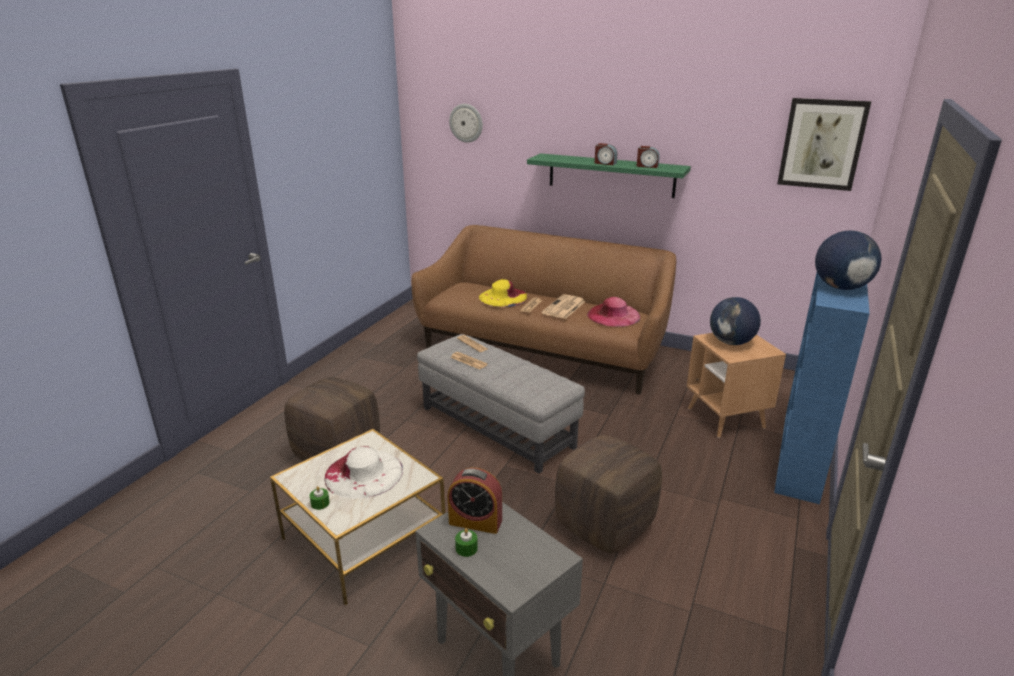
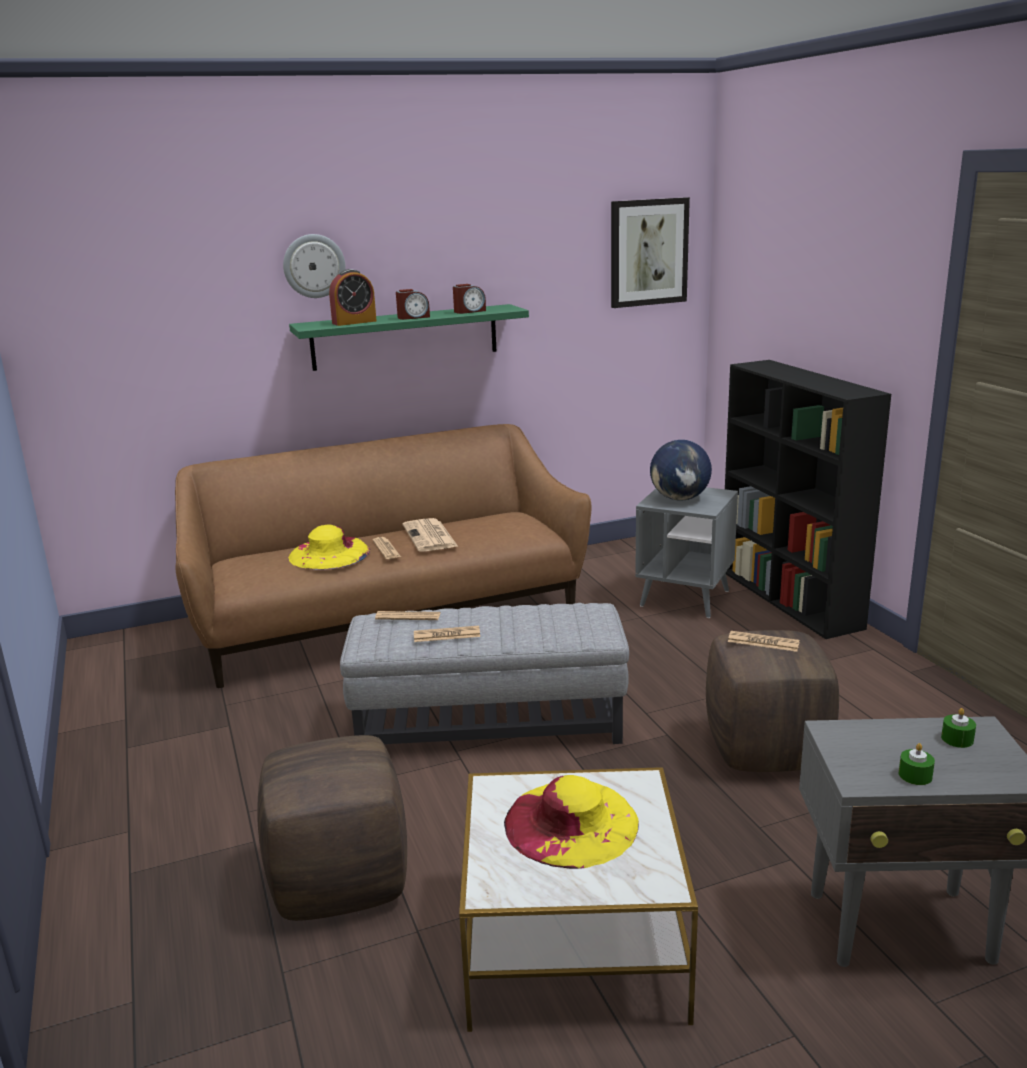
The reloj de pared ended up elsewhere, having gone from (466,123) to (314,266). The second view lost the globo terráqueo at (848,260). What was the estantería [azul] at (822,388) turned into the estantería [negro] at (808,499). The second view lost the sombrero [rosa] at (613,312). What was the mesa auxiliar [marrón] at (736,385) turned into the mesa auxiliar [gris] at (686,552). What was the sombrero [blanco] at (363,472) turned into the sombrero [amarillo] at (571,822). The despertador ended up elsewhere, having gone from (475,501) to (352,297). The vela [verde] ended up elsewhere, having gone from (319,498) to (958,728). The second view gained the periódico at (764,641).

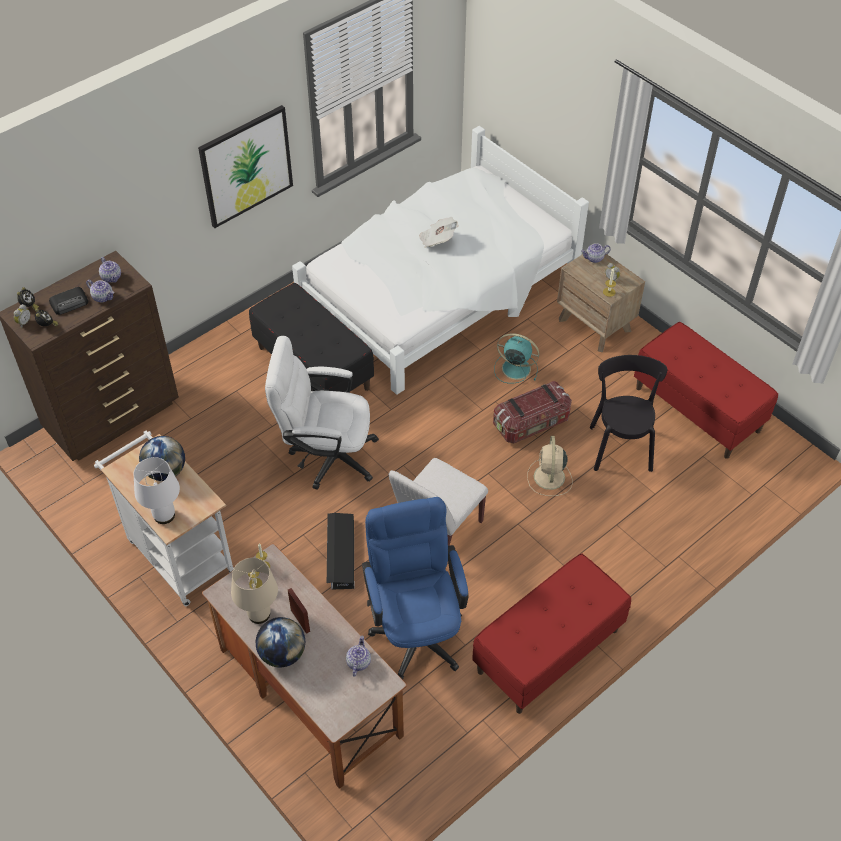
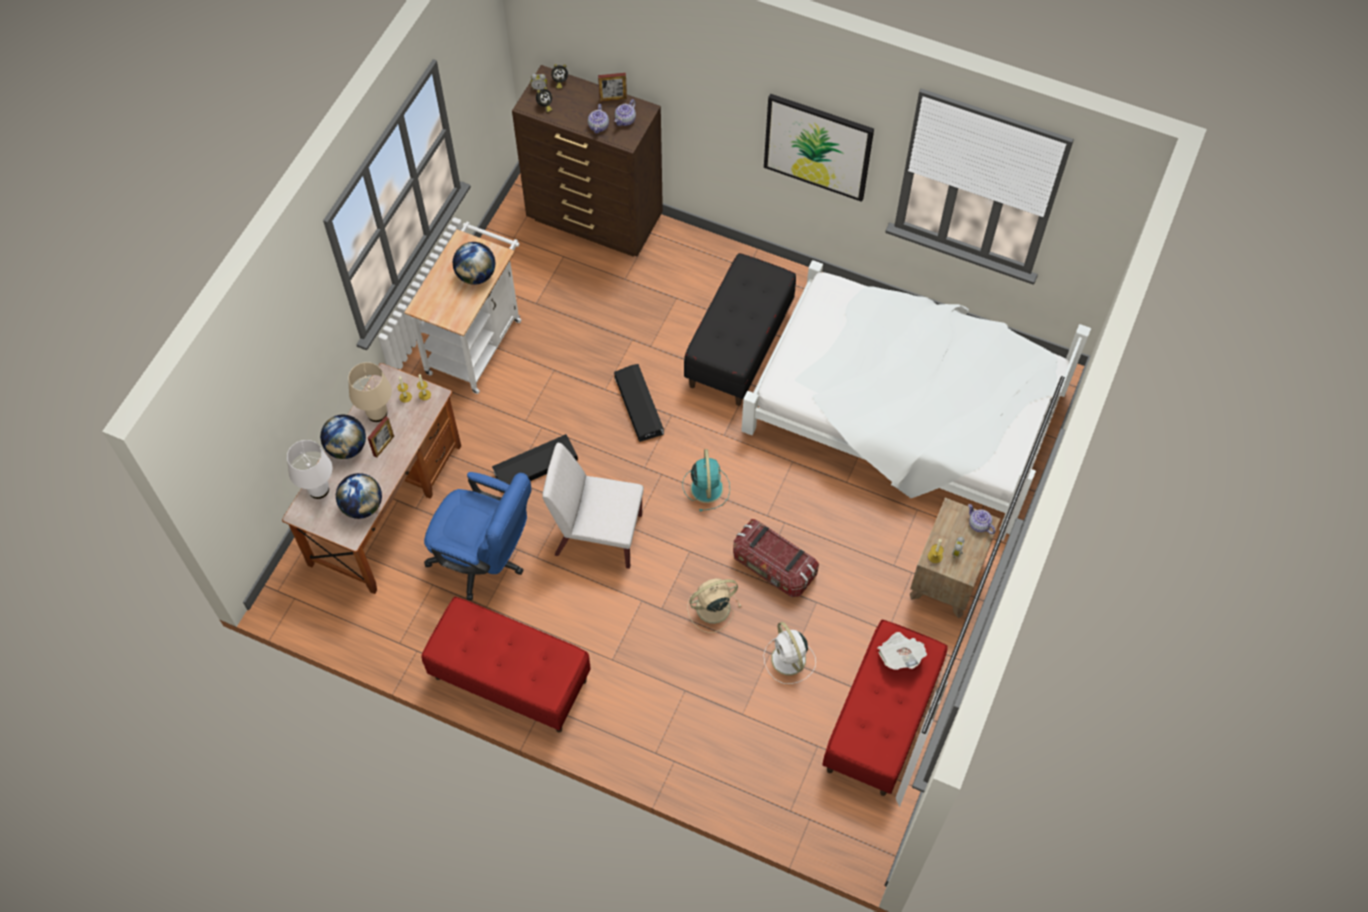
The periódico ended up elsewhere, having gone from (438,232) to (902,651). The second view lost the radio at (68,301). The ventilador [turquesa] ended up elsewhere, having gone from (516,358) to (706,480). Where the silla de oficina [blanco] stood at (322,413), the caja de almacenaje [negro] came to stand at (639,403). Where the silla [negro] stood at (628,413), the ventilador [blanco] came to stand at (789,653). The lámpara de mesa [blanco] ended up elsewhere, having gone from (157,490) to (309,469). The silla de oficina [azul] at (415,588) ended up facing another way, 60 degrees clockwise from before. Where the tetera stood at (358,656), the globo terráqueo came to stand at (359,496). The second view gained the portarretratos at (612,87).

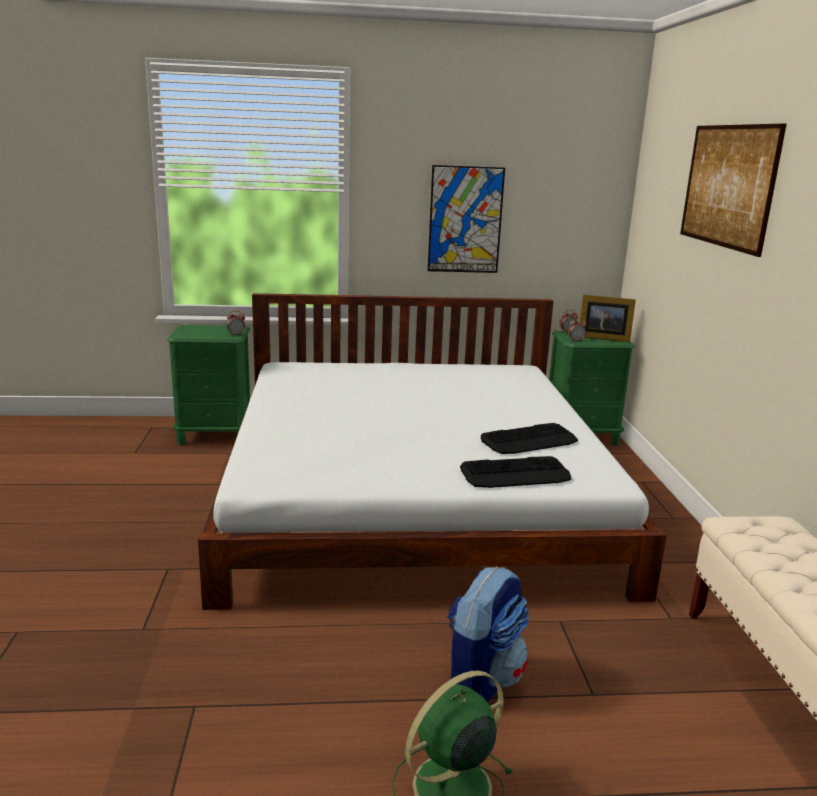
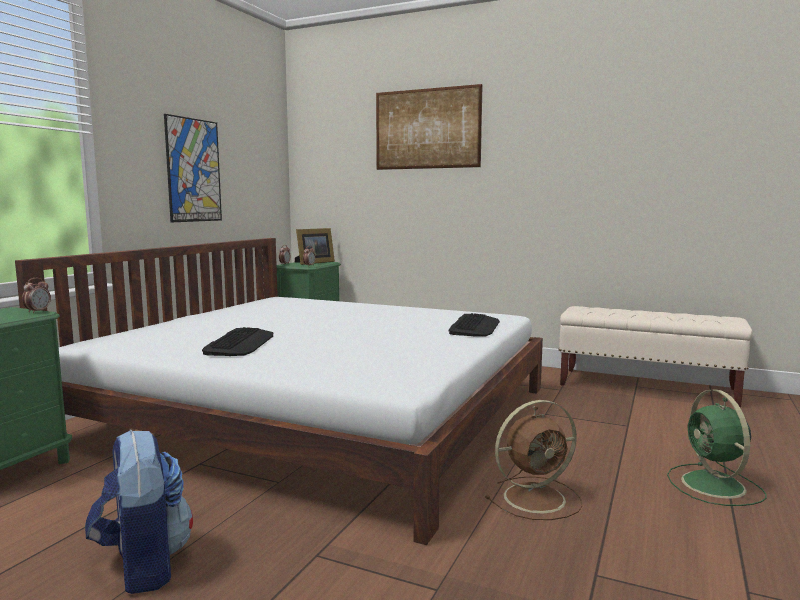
The teclado ended up elsewhere, having gone from (529,438) to (237,341). The mochila ended up elsewhere, having gone from (488,634) to (139,512). The second view gained the ventilador [marrón] at (534,460).

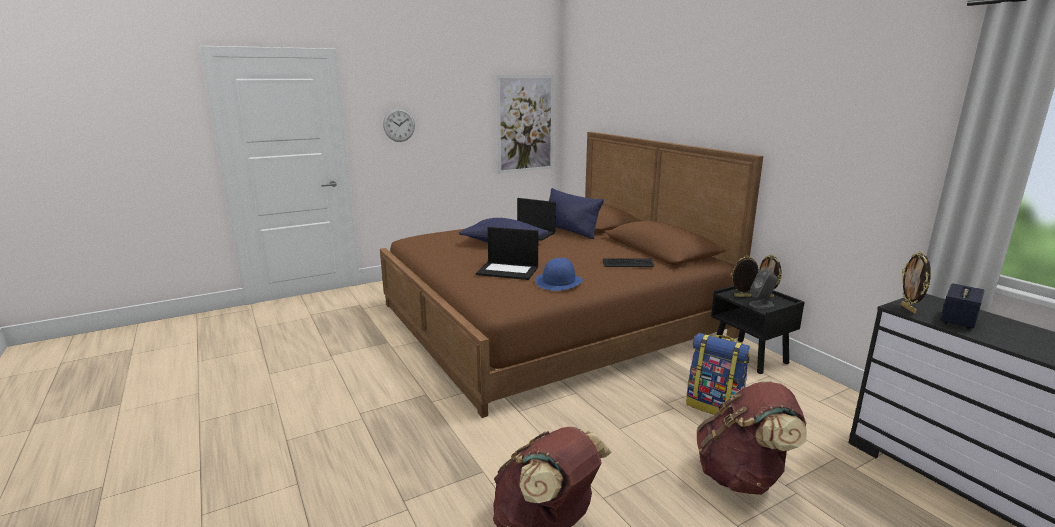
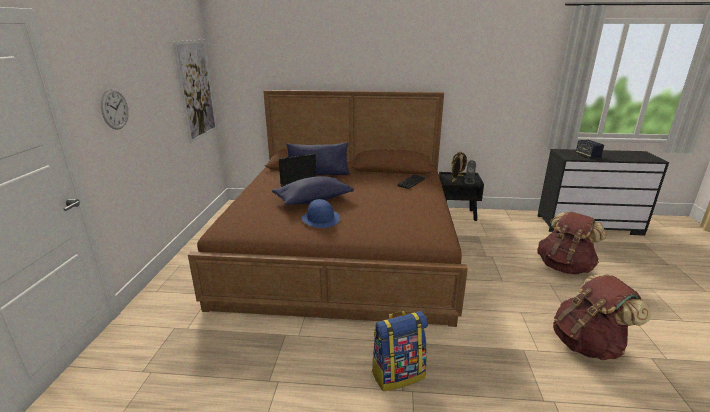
The second view lost the portátil at (507,253). The second view lost the portarretratos at (916,282). The sombrero [azul] ended up elsewhere, having gone from (559,274) to (320,213). The mochila ended up elsewhere, having gone from (718,374) to (400,351).

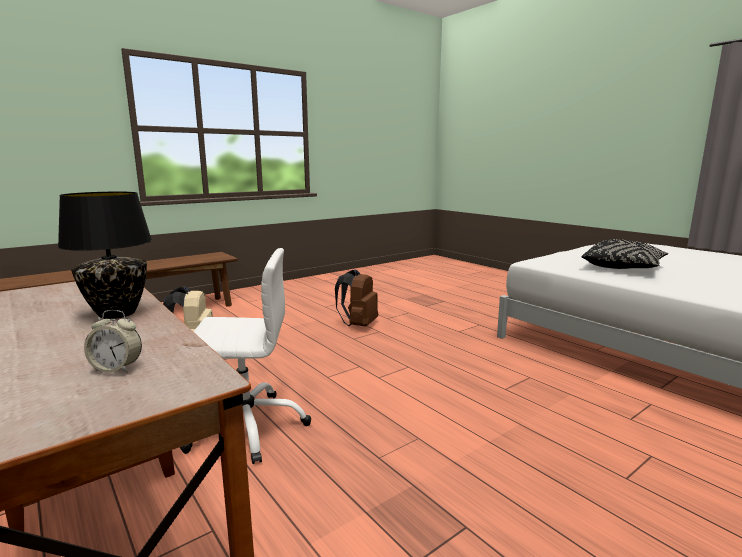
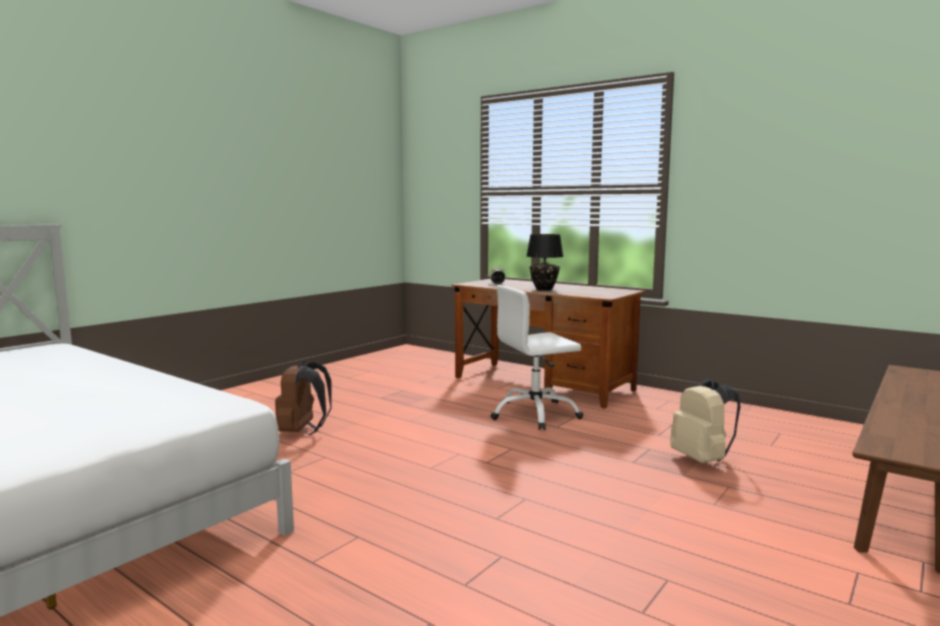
The second view lost the cojín [negro] at (625,254). The mochila [marrón] ended up elsewhere, having gone from (356,298) to (303,398).

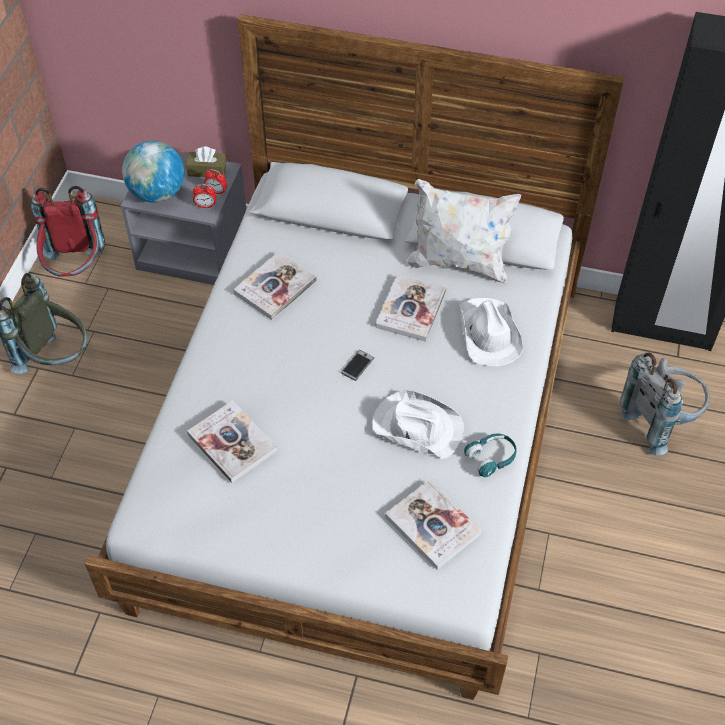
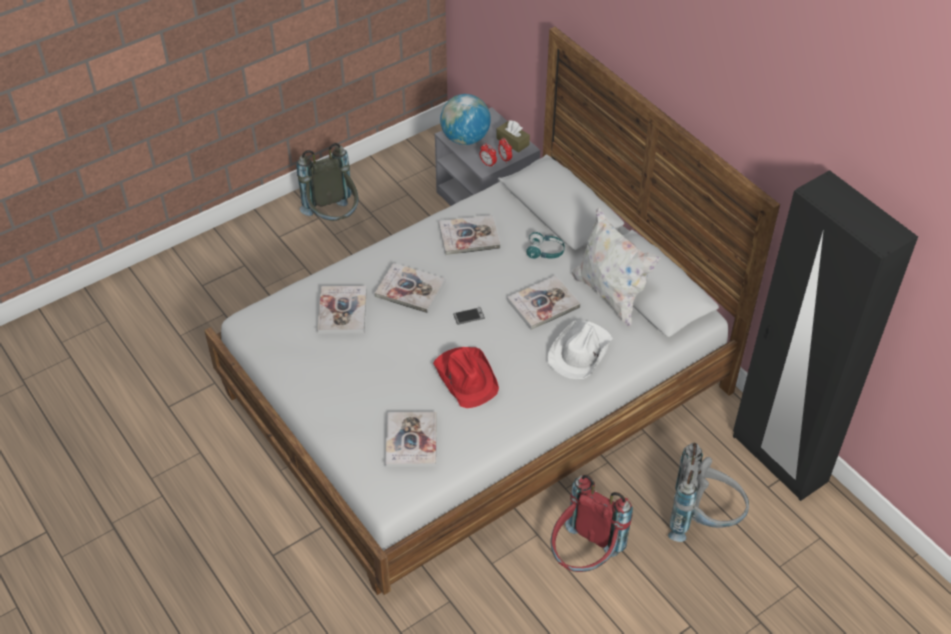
The mochila [rojo] ended up elsewhere, having gone from (67,231) to (591,523). What was the sombrero [blanco] at (418,424) turned into the sombrero [rojo] at (466,377). The auriculares [turquesa] ended up elsewhere, having gone from (490,455) to (545,245). The second view gained the libro at (410,288).

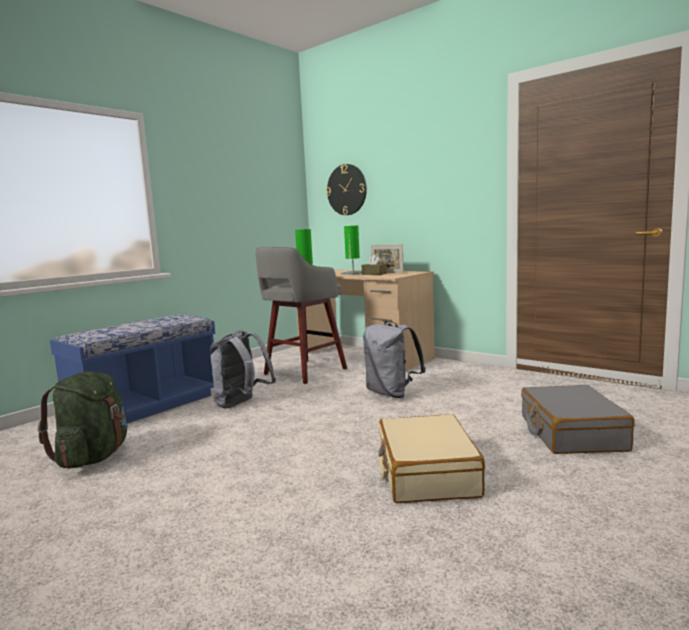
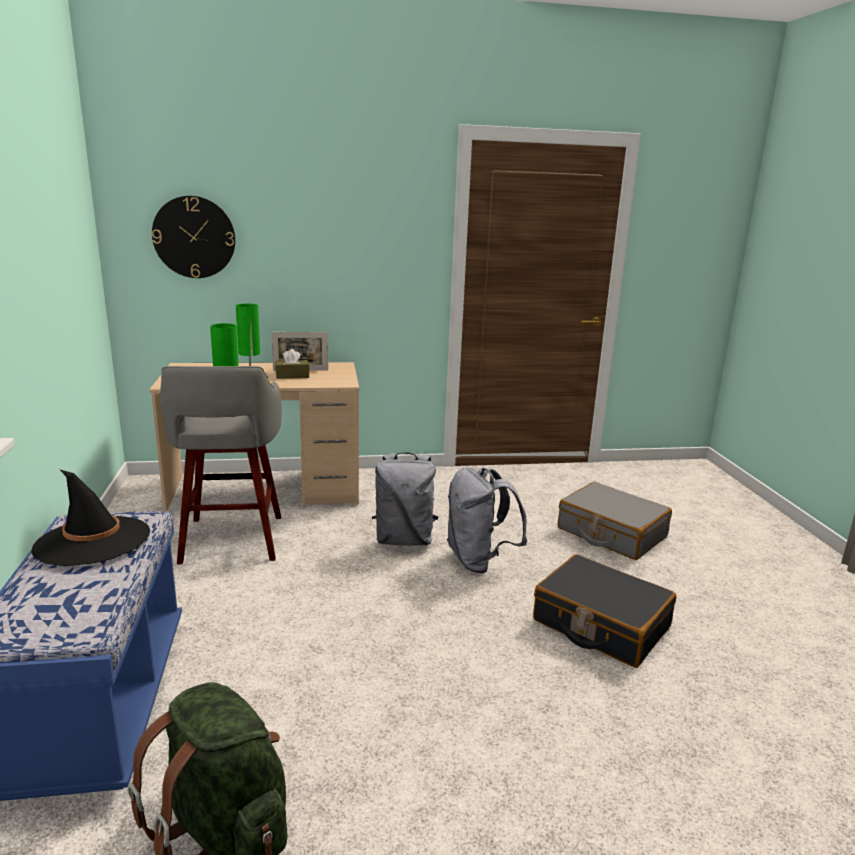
The mochila [gris] ended up elsewhere, having gone from (243,369) to (487,520). What was the maleta [beis] at (431,458) turned into the maleta [negro] at (604,611). The second view gained the sombrero [negro] at (90,517).

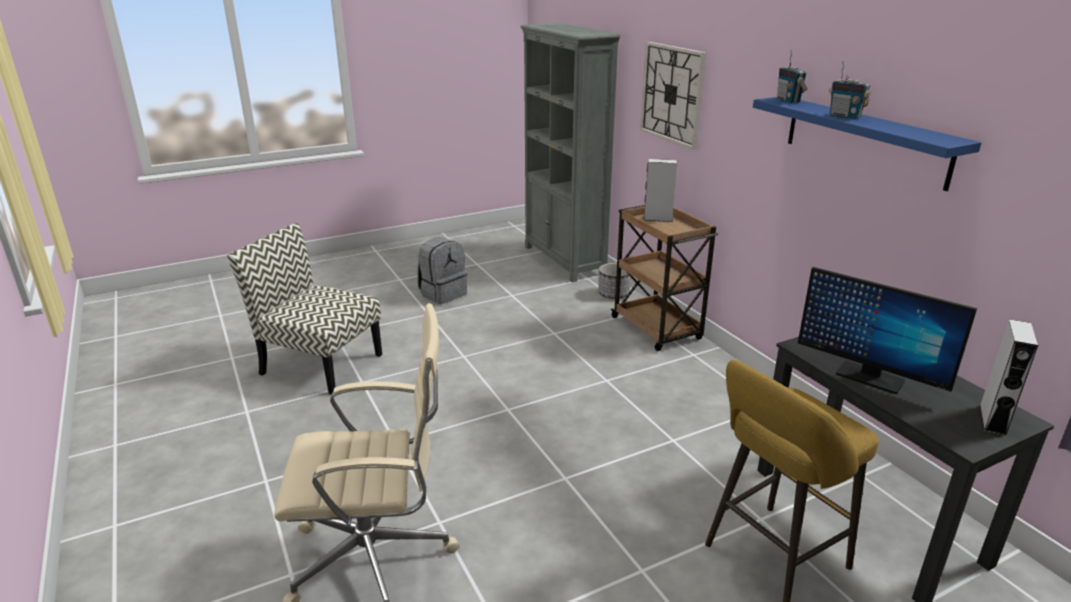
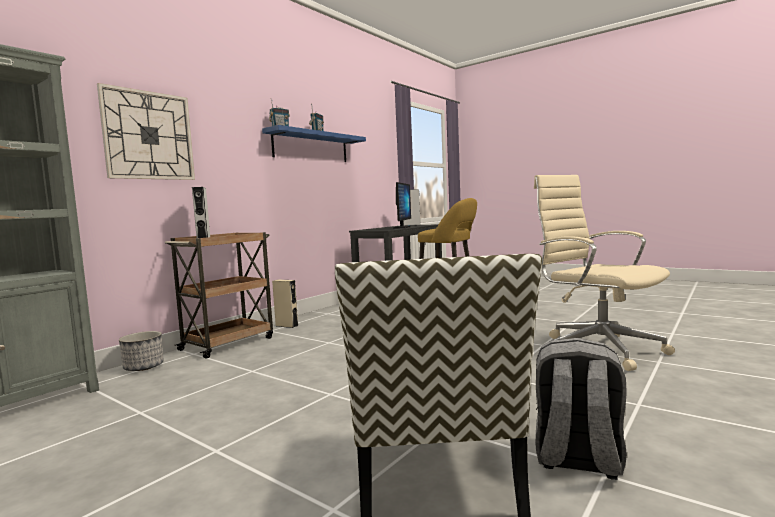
The mochila [gris] ended up elsewhere, having gone from (442,270) to (581,409). The second view gained the altavoz [beis] at (285,303).

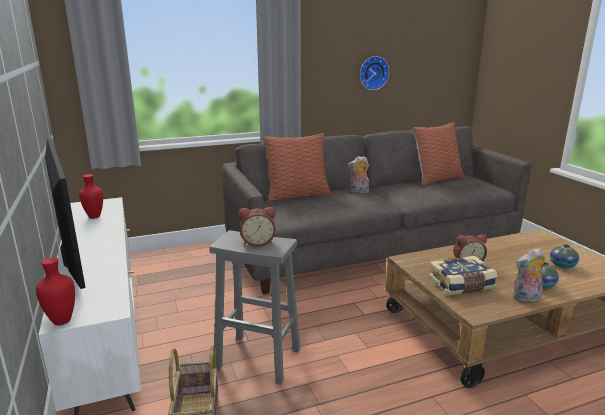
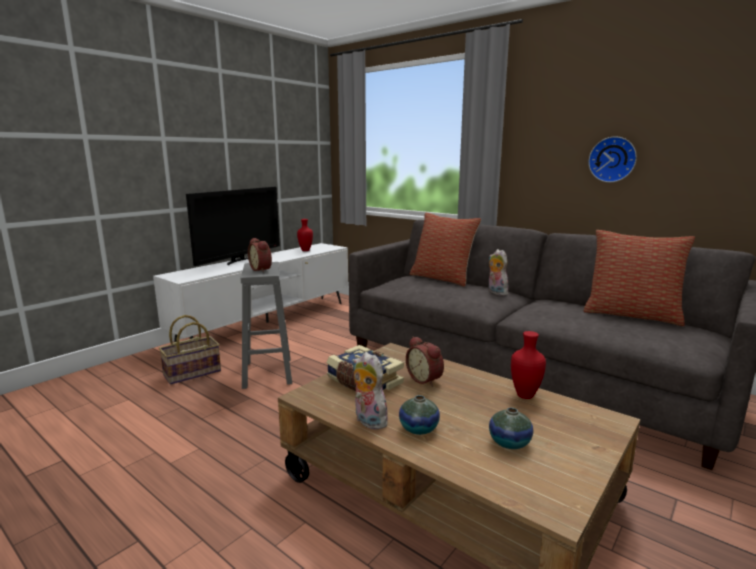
The florero [rojo] ended up elsewhere, having gone from (55,291) to (528,365).

